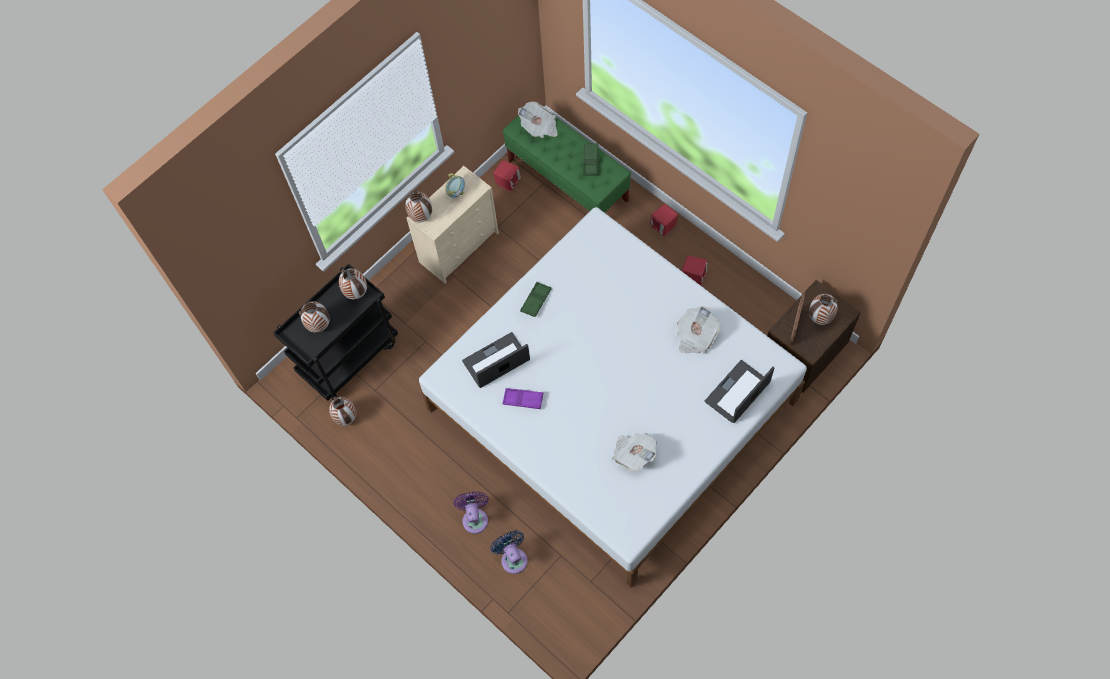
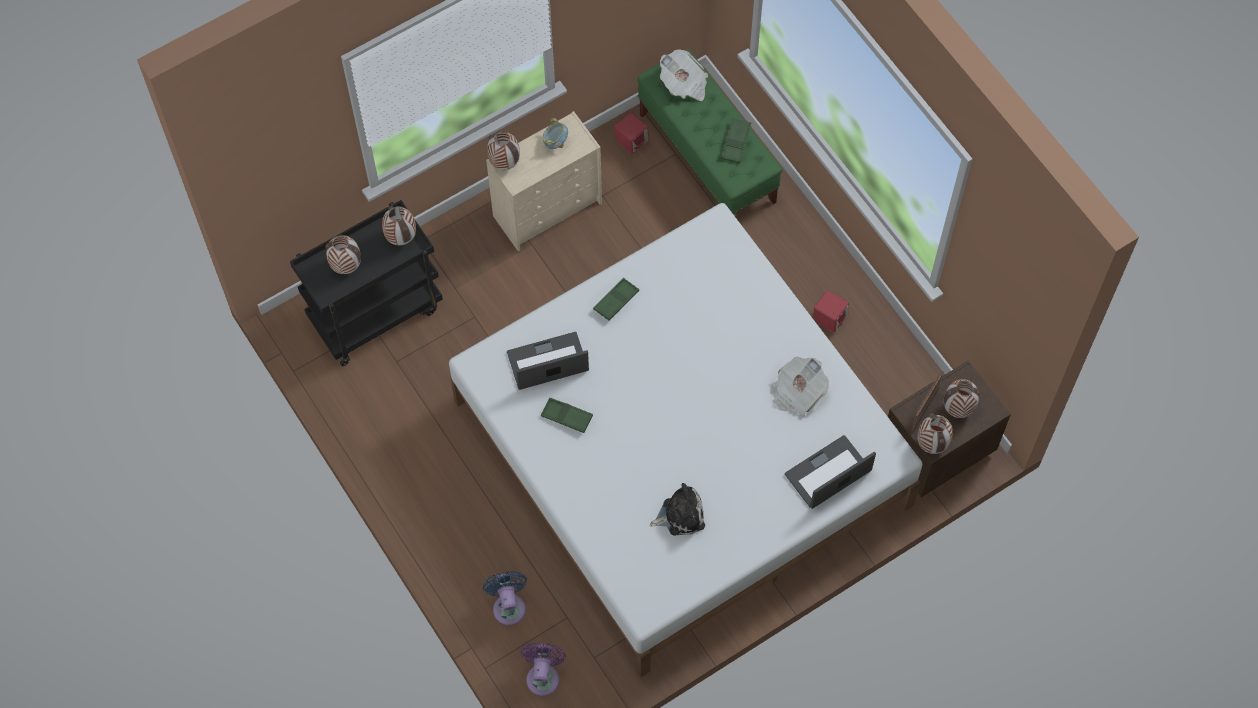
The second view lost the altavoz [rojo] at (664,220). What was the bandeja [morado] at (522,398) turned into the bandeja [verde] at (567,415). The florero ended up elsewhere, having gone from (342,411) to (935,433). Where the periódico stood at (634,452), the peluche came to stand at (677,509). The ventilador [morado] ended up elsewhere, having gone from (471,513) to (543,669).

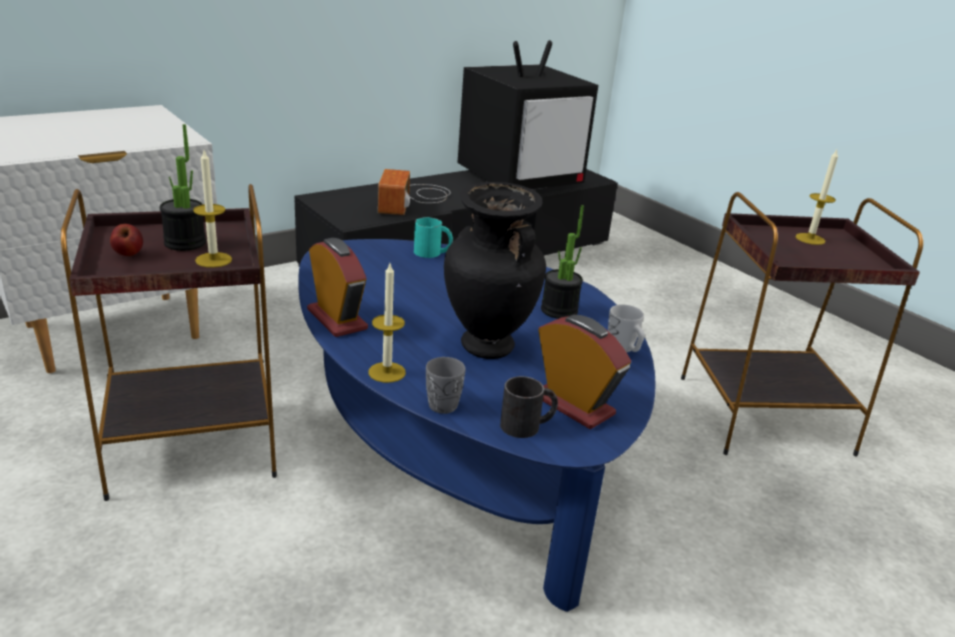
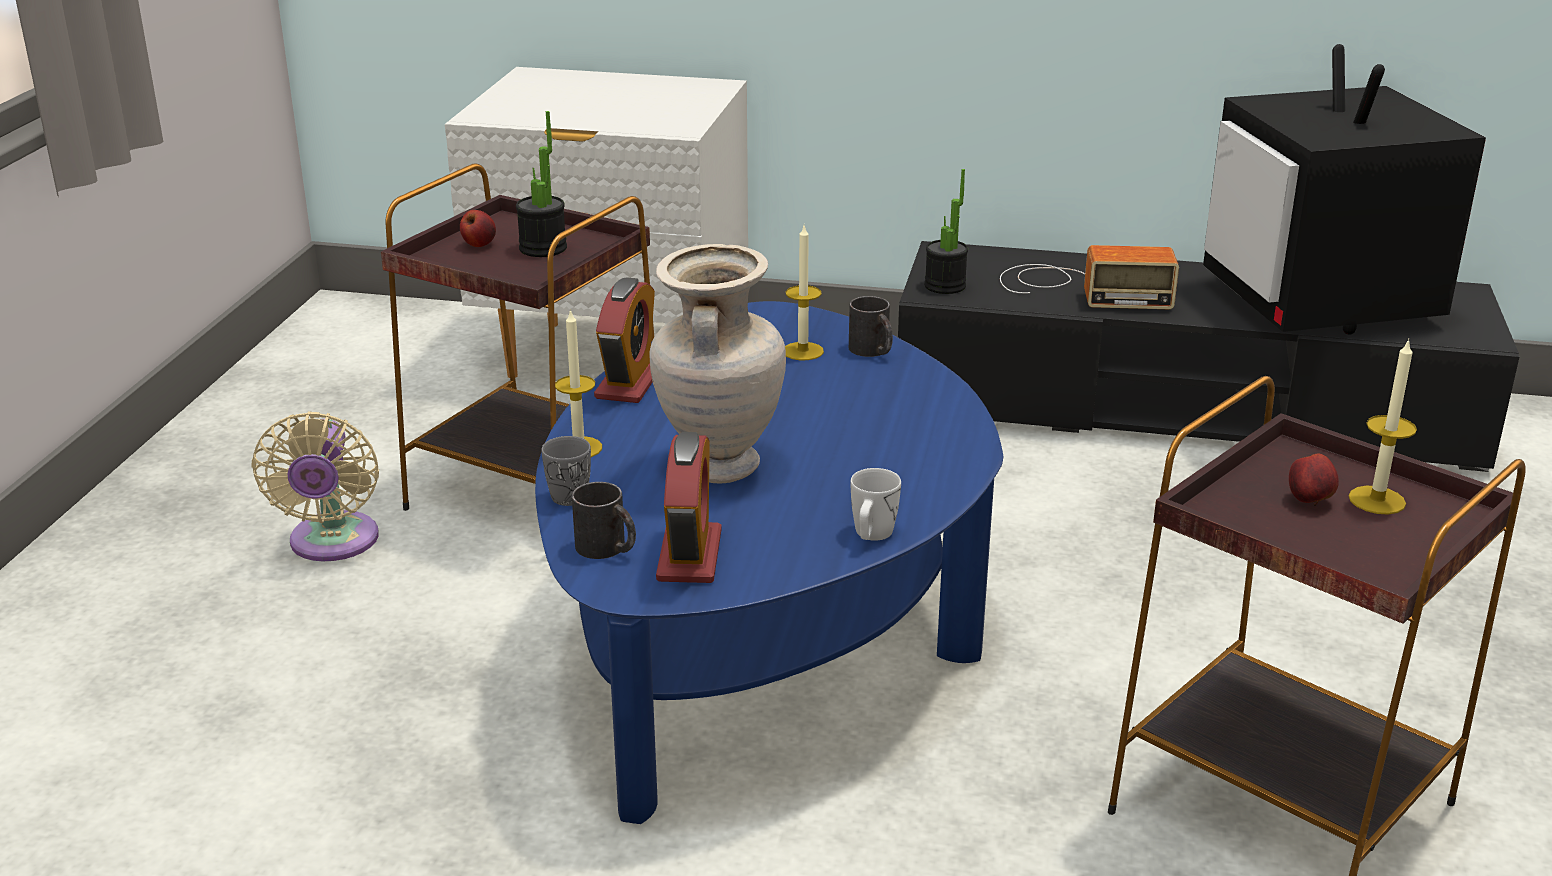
The televisor at (527,114) ended up facing another way, 60 degrees clockwise from before. The vela ended up elsewhere, having gone from (212,209) to (804,293). The radio at (414,192) ended up facing another way, 135 degrees counterclockwise from before. What was the florero [negro] at (495,270) turned into the florero [beis] at (717,363). The planta en maceta ended up elsewhere, having gone from (562,262) to (946,231). What was the taza grande [turquesa] at (433,237) turned into the taza grande [negro] at (871,326). The second view gained the ventilador [beis] at (315,486). The second view gained the manzana at (1314,479).

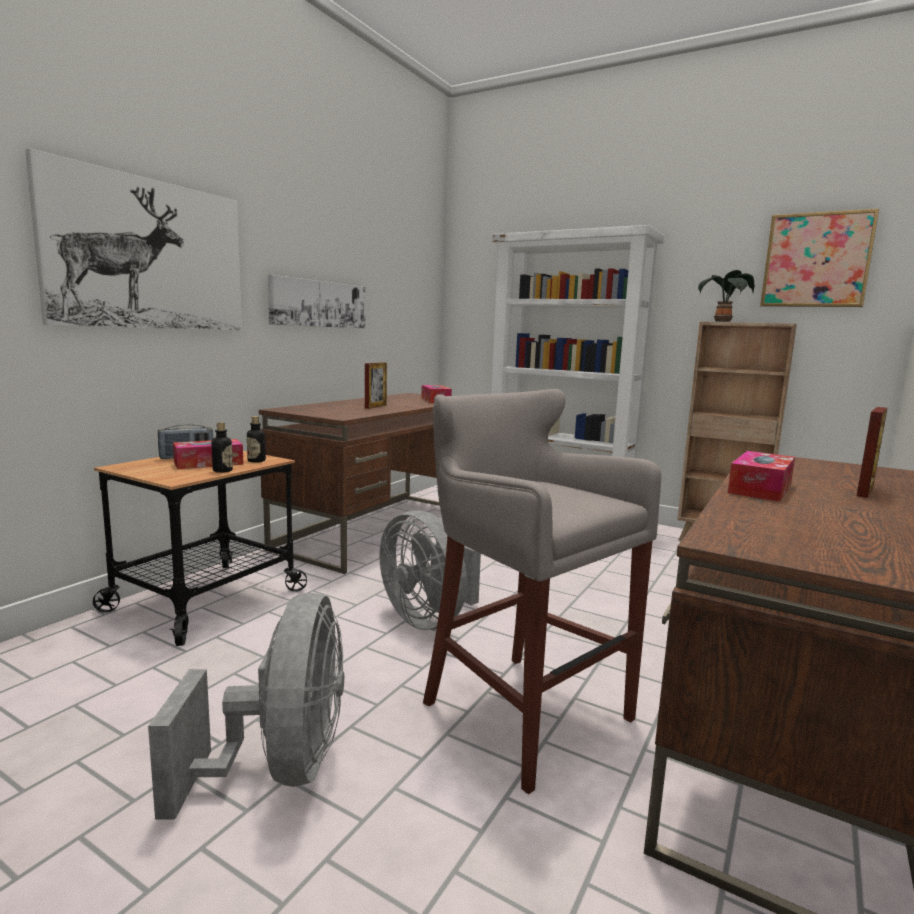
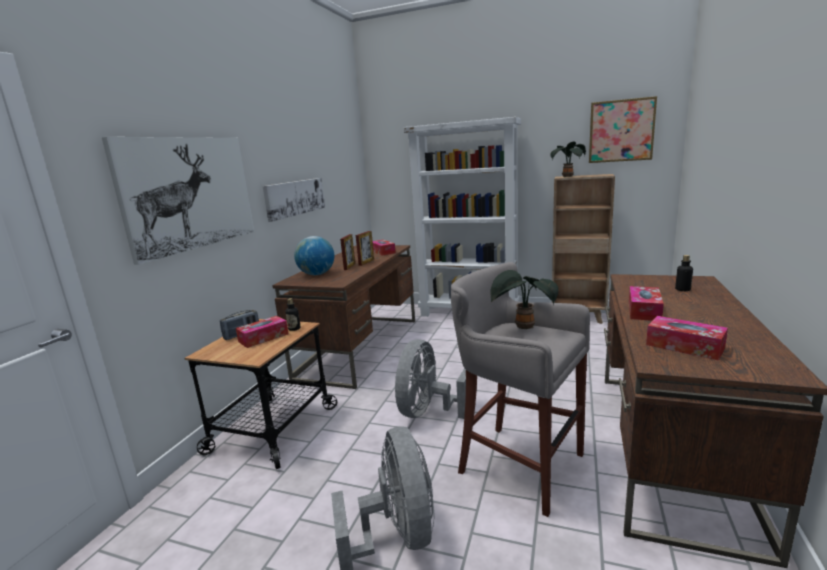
The portarretratos ended up elsewhere, having gone from (872,452) to (365,248). The botella ended up elsewhere, having gone from (222,447) to (684,273). The ventilador [gris] at (430,570) ended up facing another way, 75 degrees clockwise from before. The second view gained the globo terráqueo at (314,255). The second view gained the planta en maceta at (525,299). The second view gained the caja de pañuelos at (687,338).

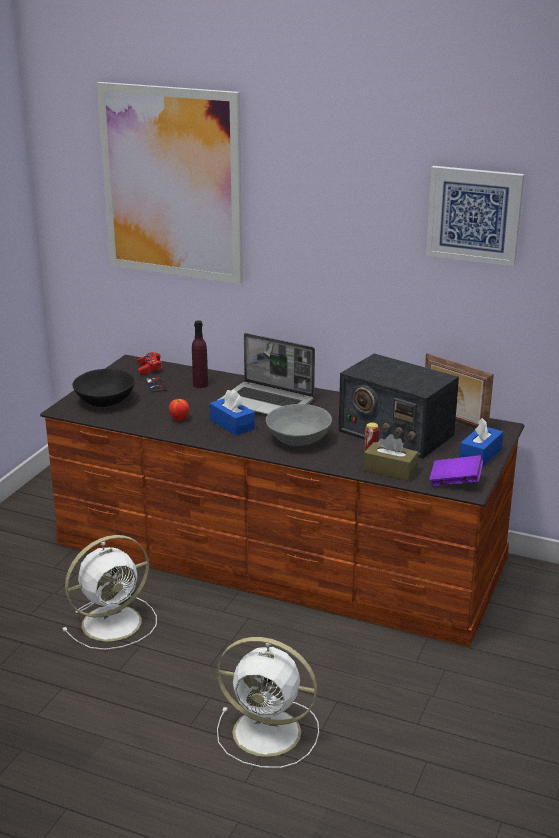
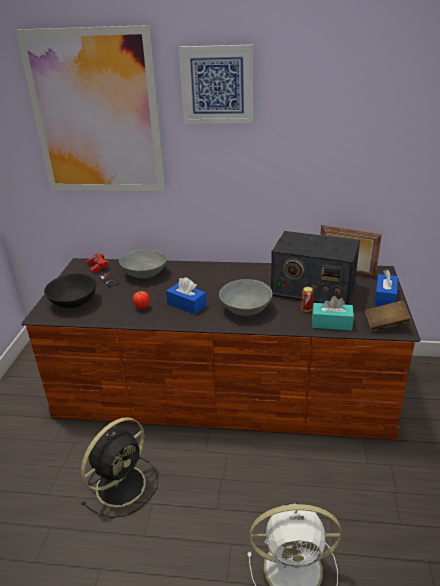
The cuadro ended up elsewhere, having gone from (475,216) to (216,84). Where the botella [morado] stood at (200,354), the cuenco [gris] came to stand at (143,263). The second view lost the portátil at (266,374). What was the caja de pañuelos [marrón] at (391,457) turned into the caja de pañuelos [turquesa] at (333,313). What was the libro [morado] at (456,470) turned into the libro [marrón] at (388,316). What was the ventilador [blanco] at (109,592) turned into the ventilador [negro] at (120,467).

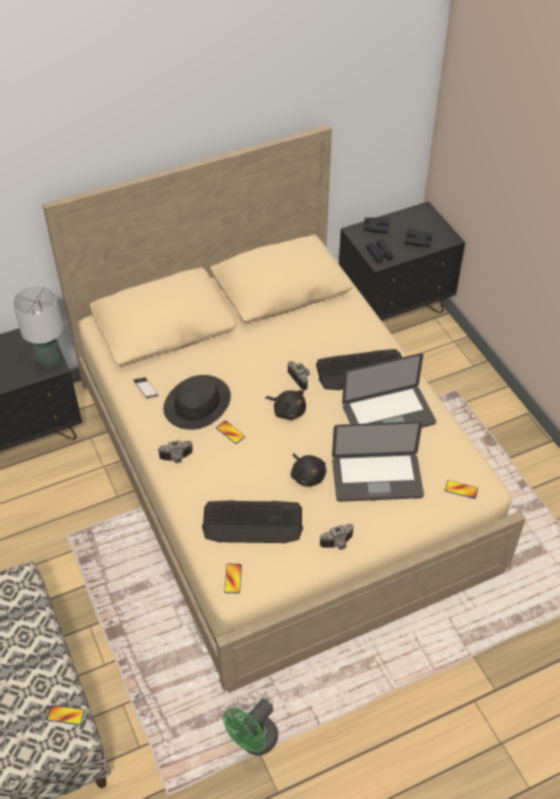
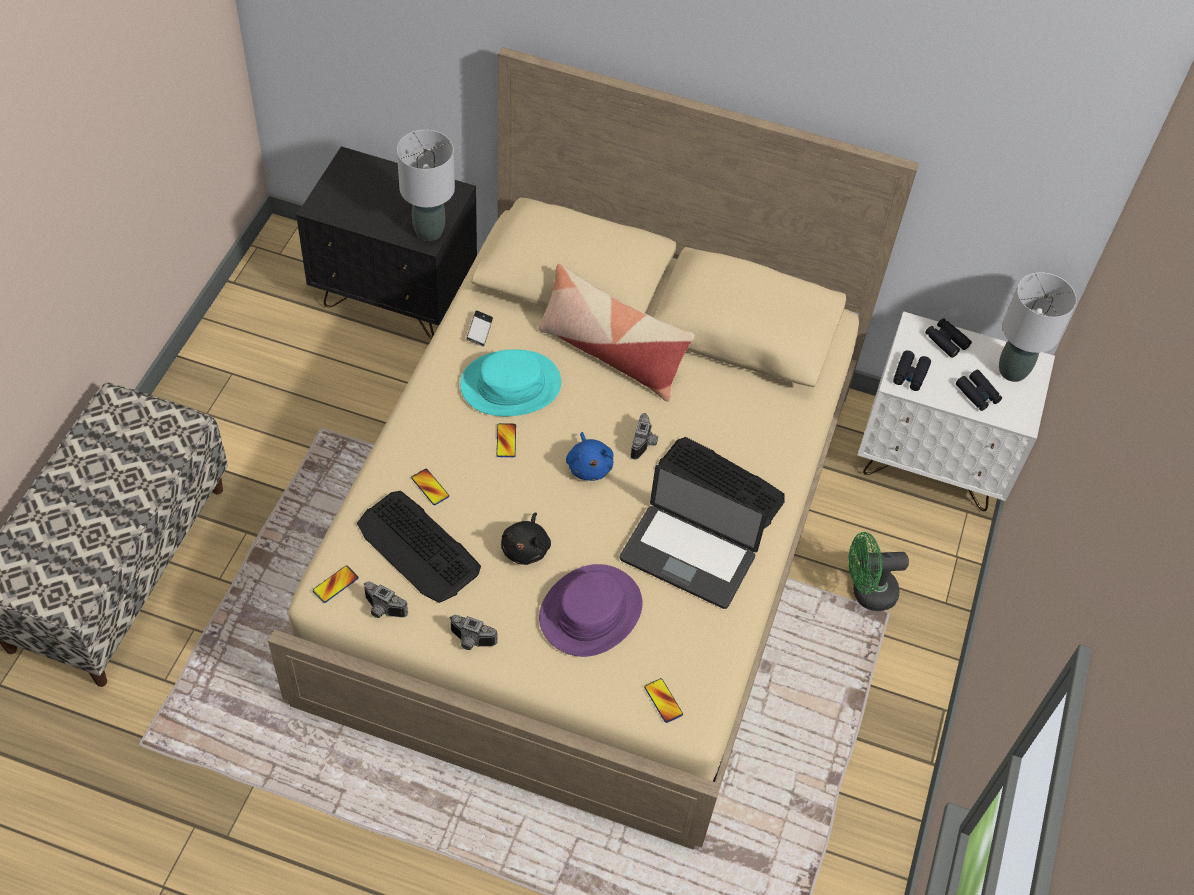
What was the mesita de noche [negro] at (402,261) turned into the mesita de noche [blanco] at (956,411). What was the sombrero [negro] at (197,402) turned into the sombrero [turquesa] at (510,382). What was the peluche [negro] at (286,405) turned into the peluche [azul] at (590,456). Where the portátil stood at (378,461), the sombrero [morado] came to stand at (591,610). The cámara ended up elsewhere, having gone from (175,451) to (386,599). The ventilador [verde] ended up elsewhere, having gone from (250,727) to (879,571). The móvil ended up elsewhere, having gone from (66,715) to (430,487). The second view gained the cojín at (616,333). The second view gained the lámpara de mesa [gris] at (1038,327).

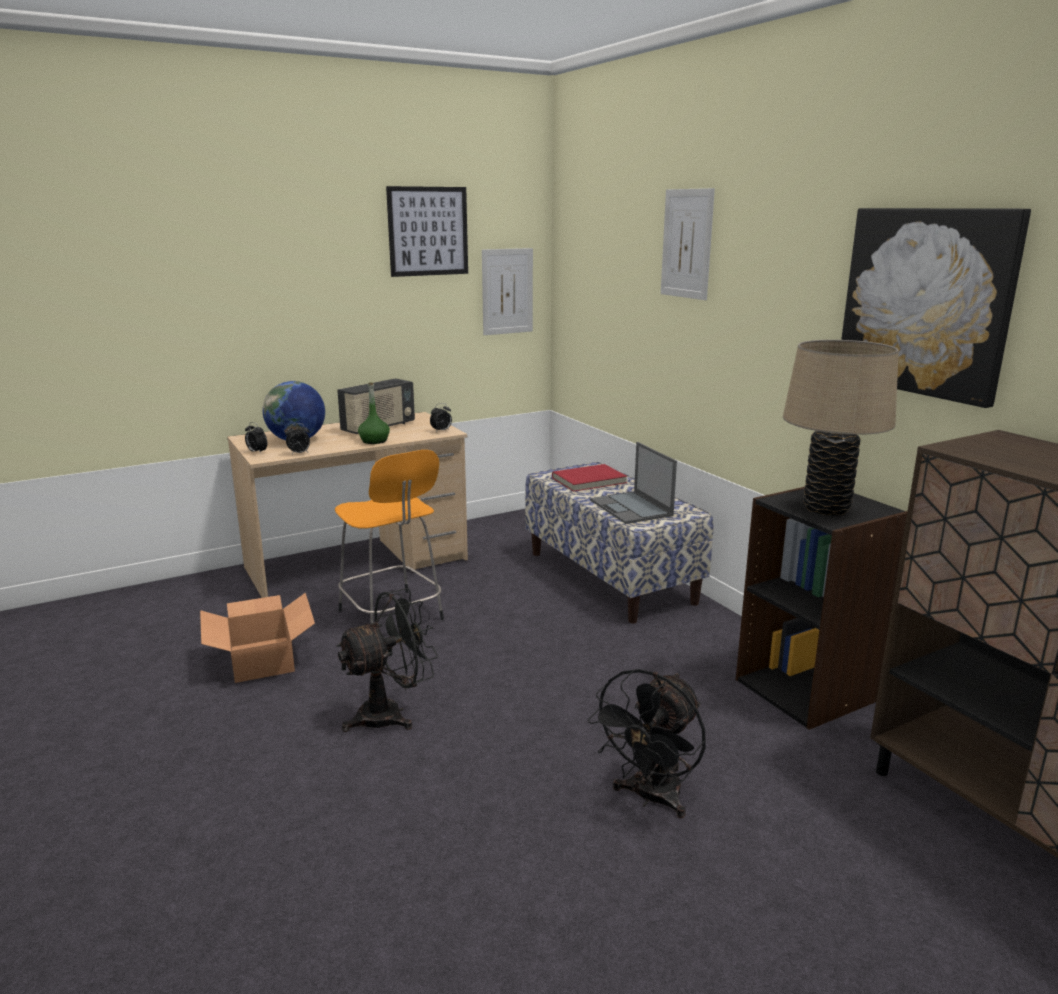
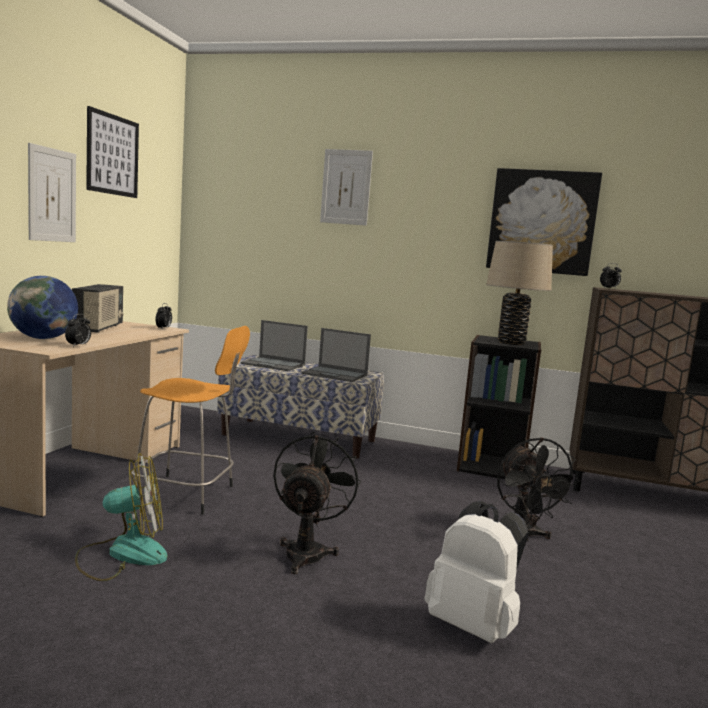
The cuadro ended up elsewhere, having gone from (507,291) to (52,192). The second view lost the botella [verde] at (374,413). The despertador ended up elsewhere, having gone from (256,437) to (611,275). Where the libro [rojo] stood at (589,478), the portátil came to stand at (274,345). Where the caja de cartón stood at (257,638), the ventilador came to stand at (121,517). The second view gained the mochila [blanco] at (477,572).

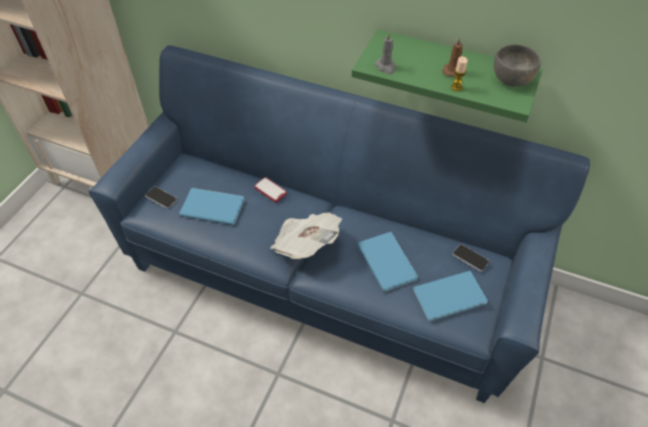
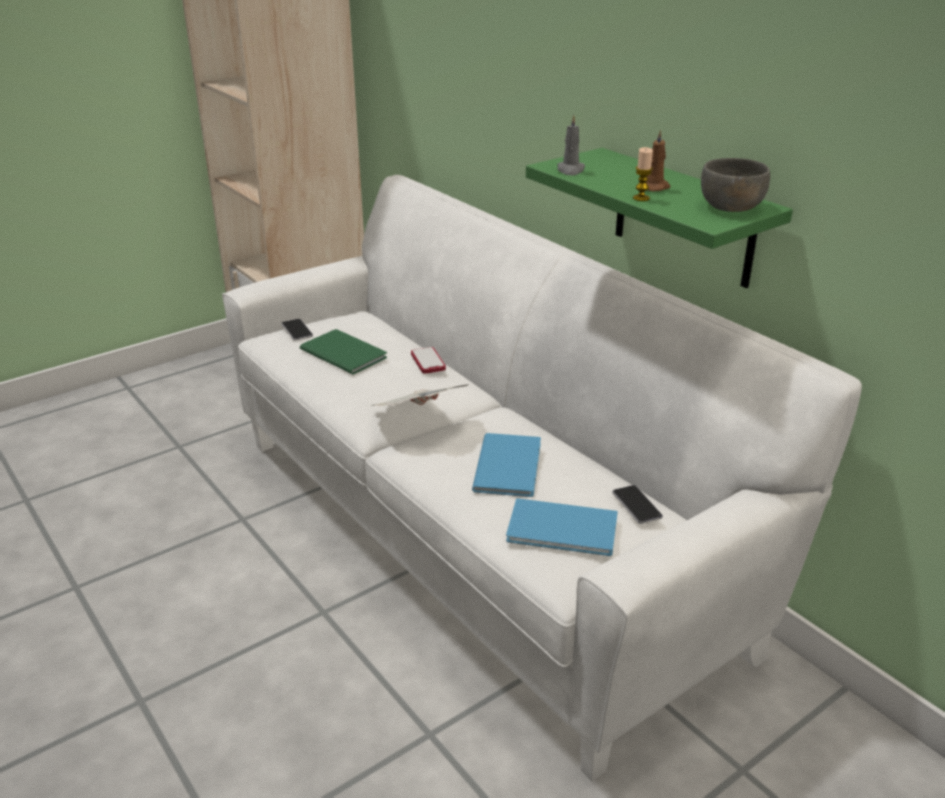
What was the sofá [azul] at (339,224) turned into the sofá [blanco] at (542,478). What was the libro [azul] at (211,206) turned into the libro [verde] at (343,351).

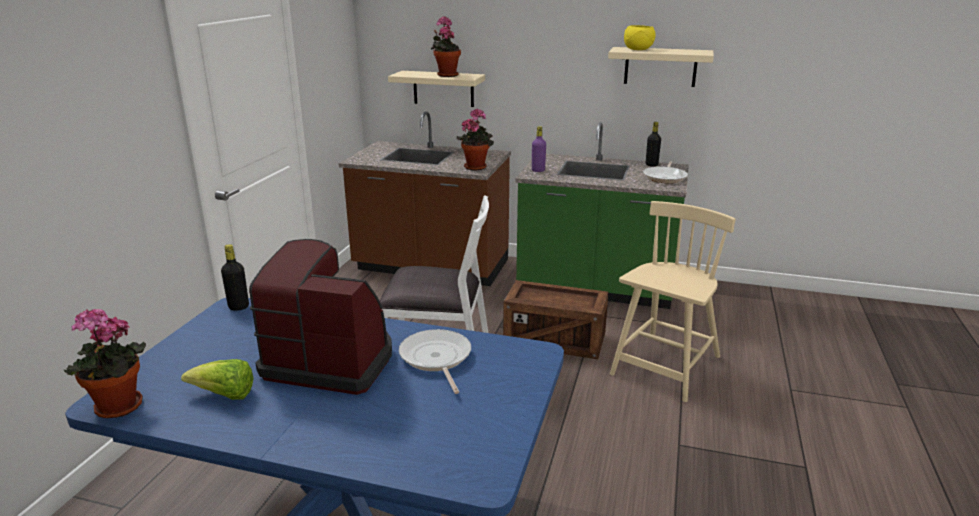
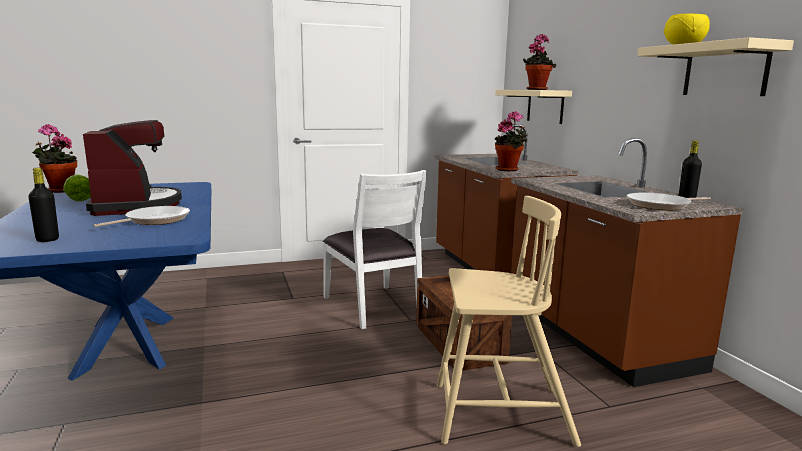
What was the mueble bajo de cocina [verde] at (602,215) turned into the mueble bajo de cocina [marrón] at (627,262). The second view lost the botella [morado] at (539,149). The botella [negro] ended up elsewhere, having gone from (235,277) to (43,205).

